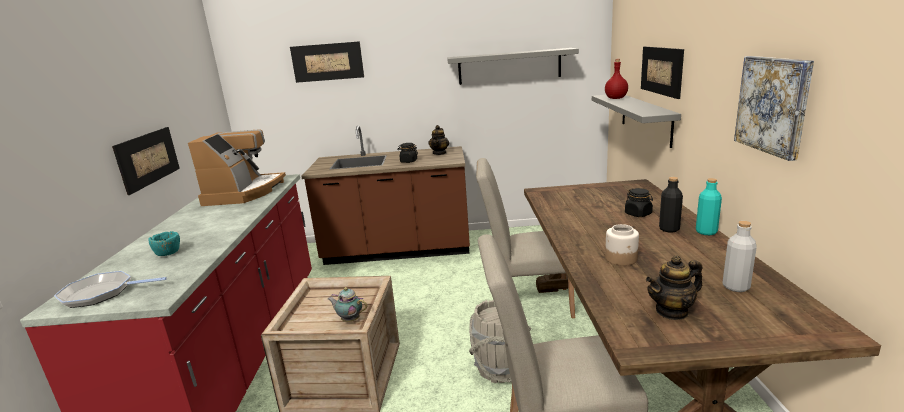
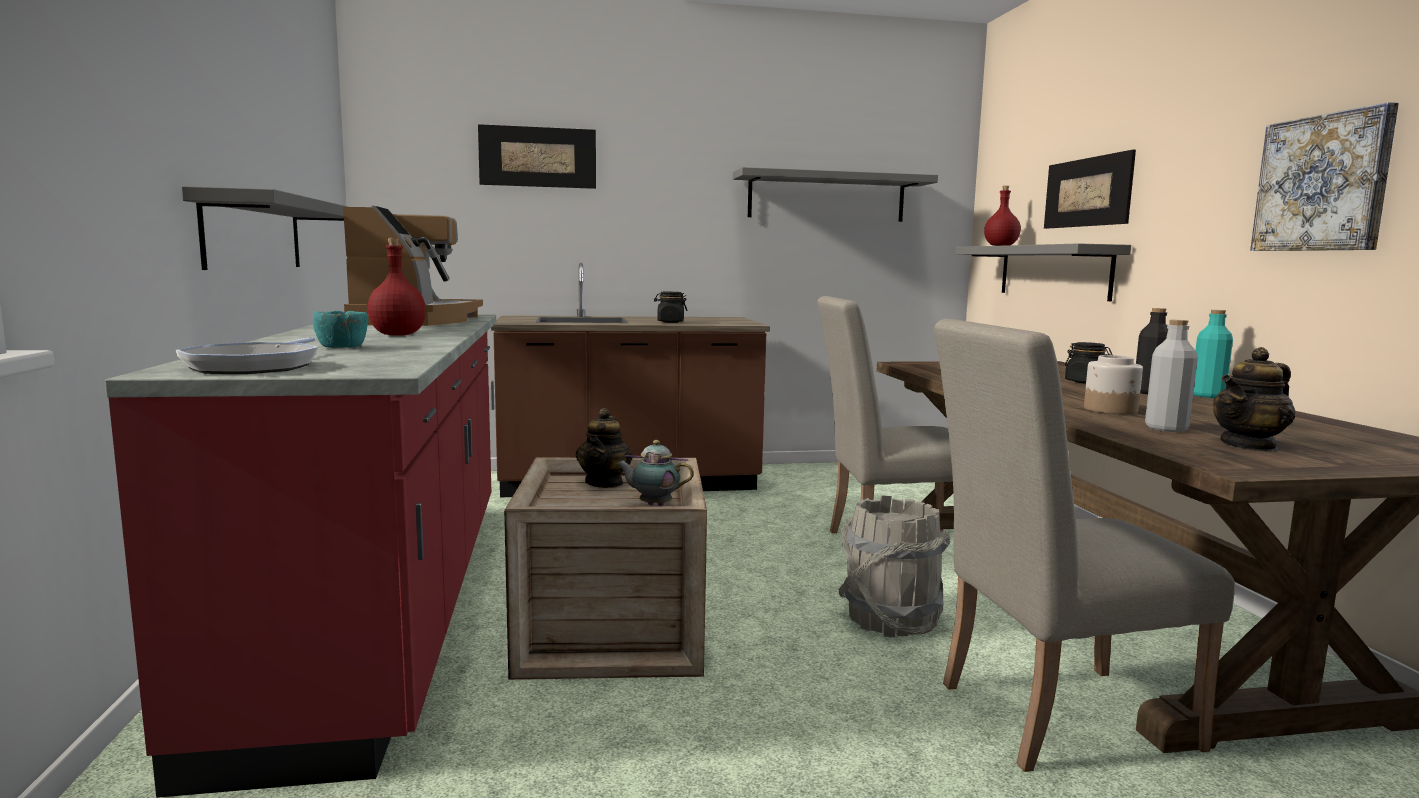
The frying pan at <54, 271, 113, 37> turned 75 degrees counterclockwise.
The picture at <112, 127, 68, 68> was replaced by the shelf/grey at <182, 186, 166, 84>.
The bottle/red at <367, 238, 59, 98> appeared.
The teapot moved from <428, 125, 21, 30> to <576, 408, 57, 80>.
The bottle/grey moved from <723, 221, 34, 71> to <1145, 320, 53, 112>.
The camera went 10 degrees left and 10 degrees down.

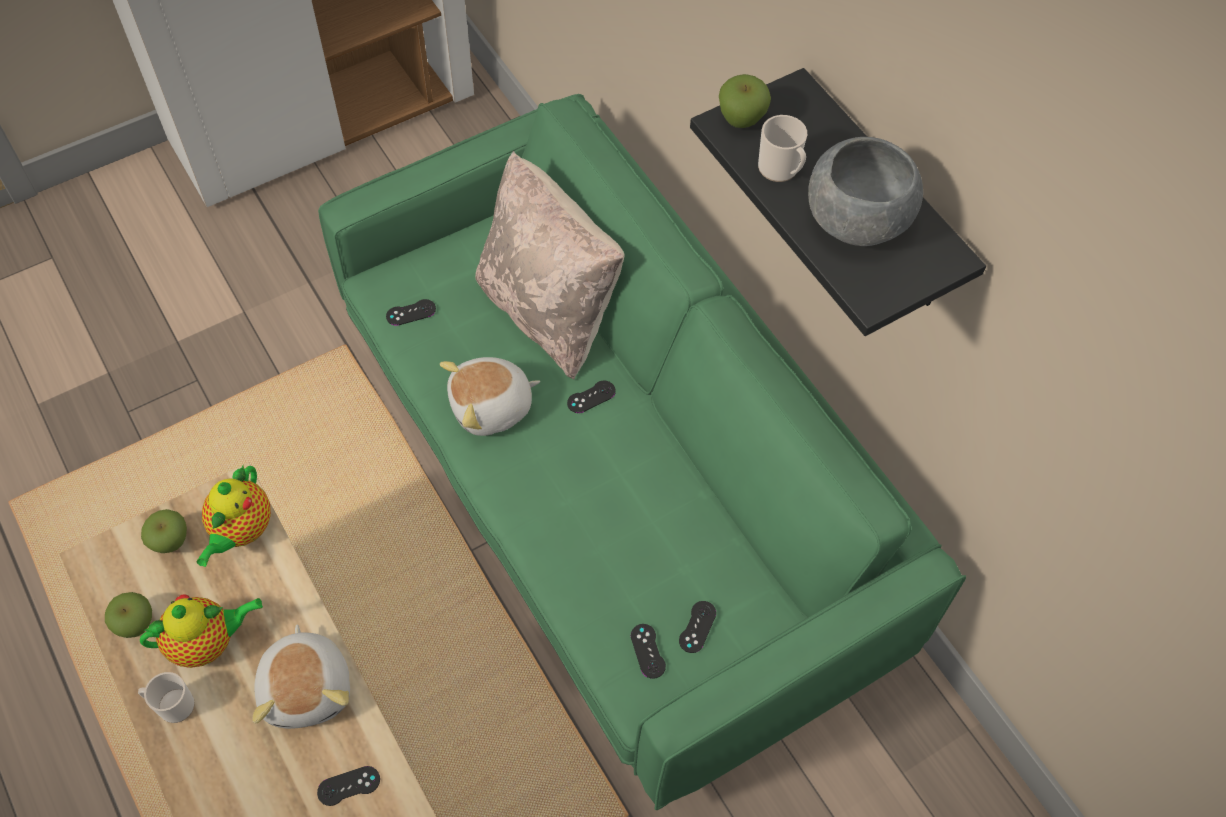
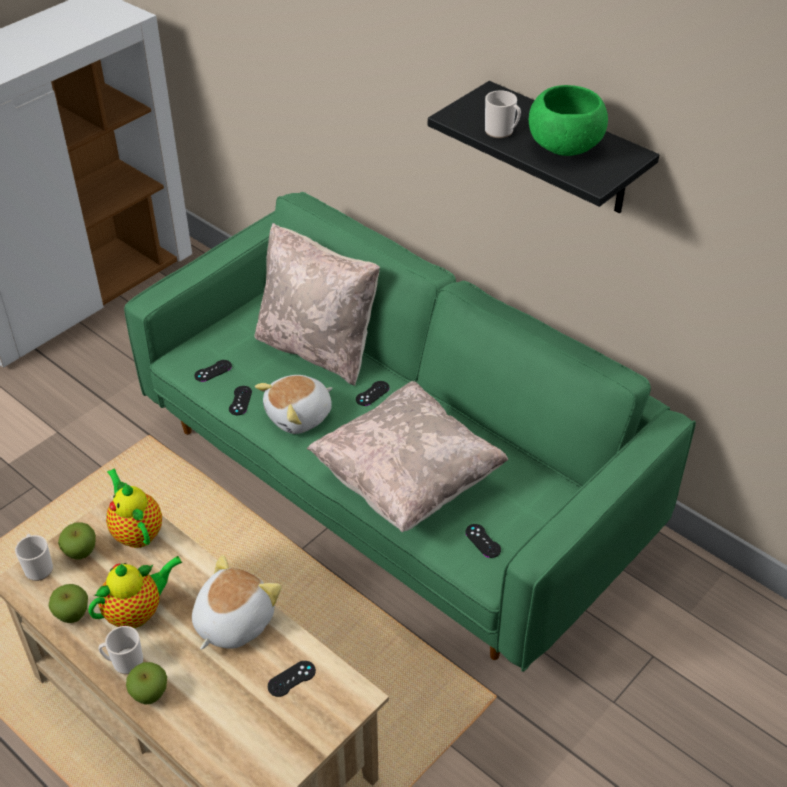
The mug at <15, 534, 38, 47> appeared.
The teapot at <197, 465, 74, 102> turned 150 degrees clockwise.
The apple moved from <719, 74, 52, 54> to <126, 662, 41, 43>.
The plush toy at <253, 624, 97, 105> turned 120 degrees counterclockwise.
The game controller/black moved from <679, 601, 37, 52> to <229, 386, 23, 29>.
The pillow/beige at <307, 381, 201, 152> appeared.
The bowl/grey at <808, 137, 115, 109> became the bowl/green at <529, 85, 79, 71>.
The camera went 15 degrees left and 15 degrees down.

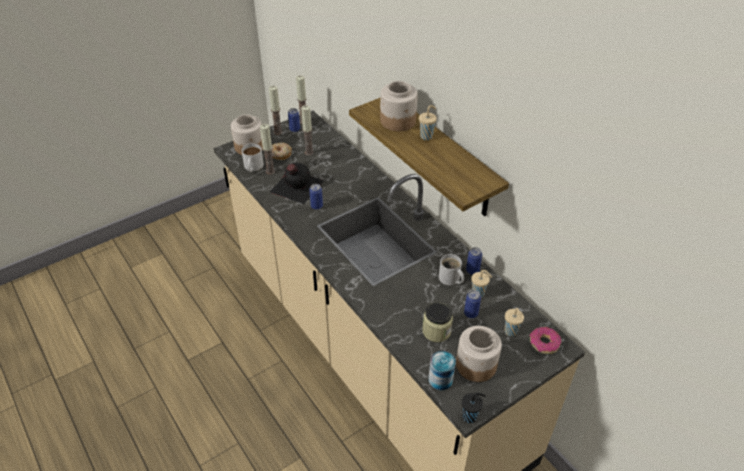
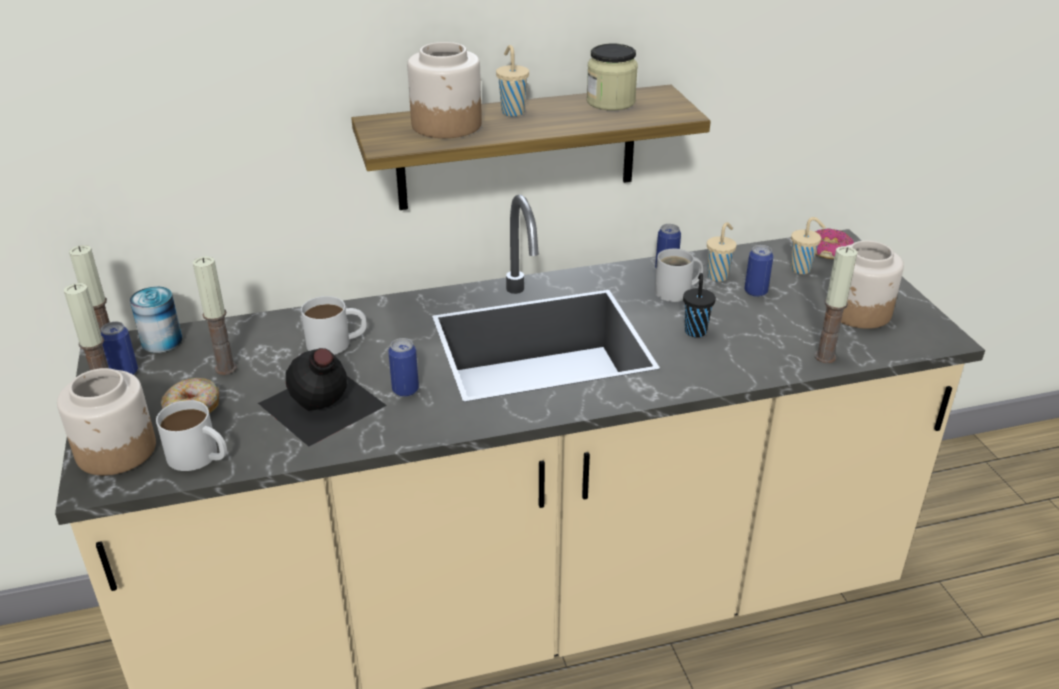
The can moved from <428, 351, 28, 39> to <130, 287, 52, 66>.
The mug/white at <301, 296, 66, 59> appeared.
The jar moved from <422, 302, 31, 40> to <587, 44, 51, 67>.
The cup/black moved from <462, 392, 24, 31> to <683, 273, 33, 64>.
The candle moved from <260, 124, 15, 51> to <815, 246, 43, 117>.
The camera went 70 degrees left and 10 degrees down.

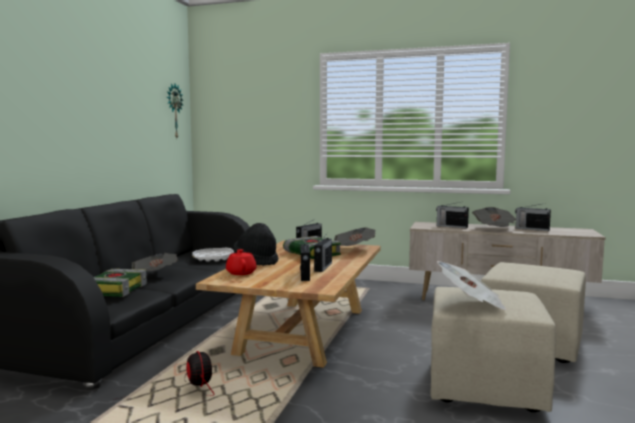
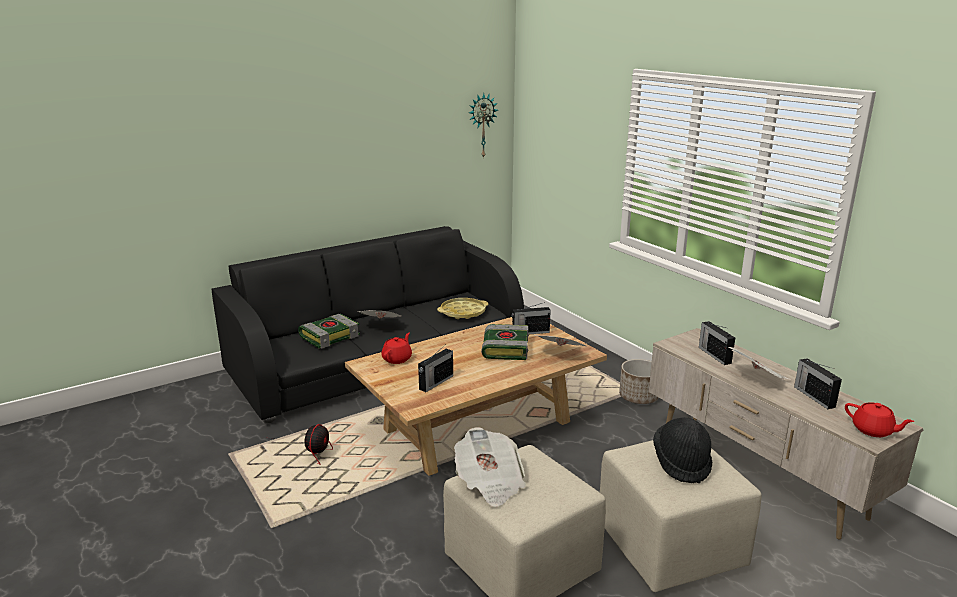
The tray/white at <192, 248, 43, 14> became the tray/yellow at <437, 298, 52, 21>.
The planter at <619, 359, 40, 45> appeared.
The hat/black moved from <233, 223, 45, 43> to <653, 417, 59, 66>.
The teapot/red at <845, 402, 70, 35> appeared.
The radio at <314, 233, 18, 39> disappeared.
The camera went 40 degrees right and 15 degrees up.

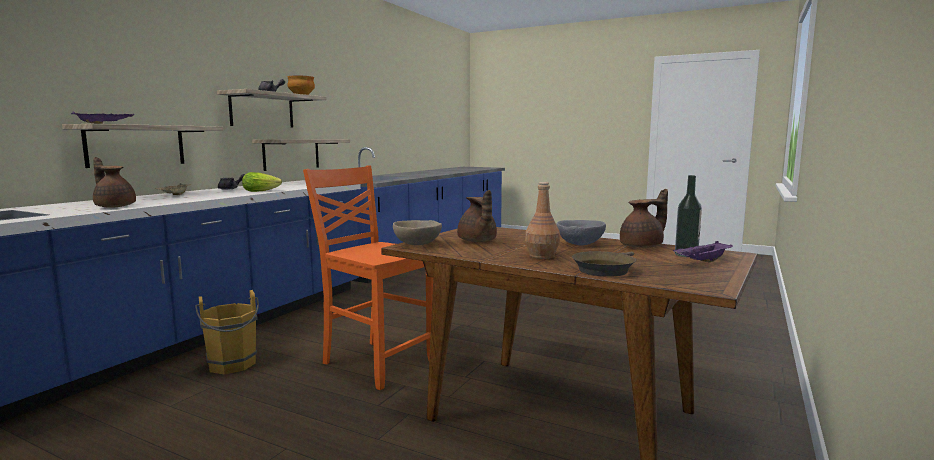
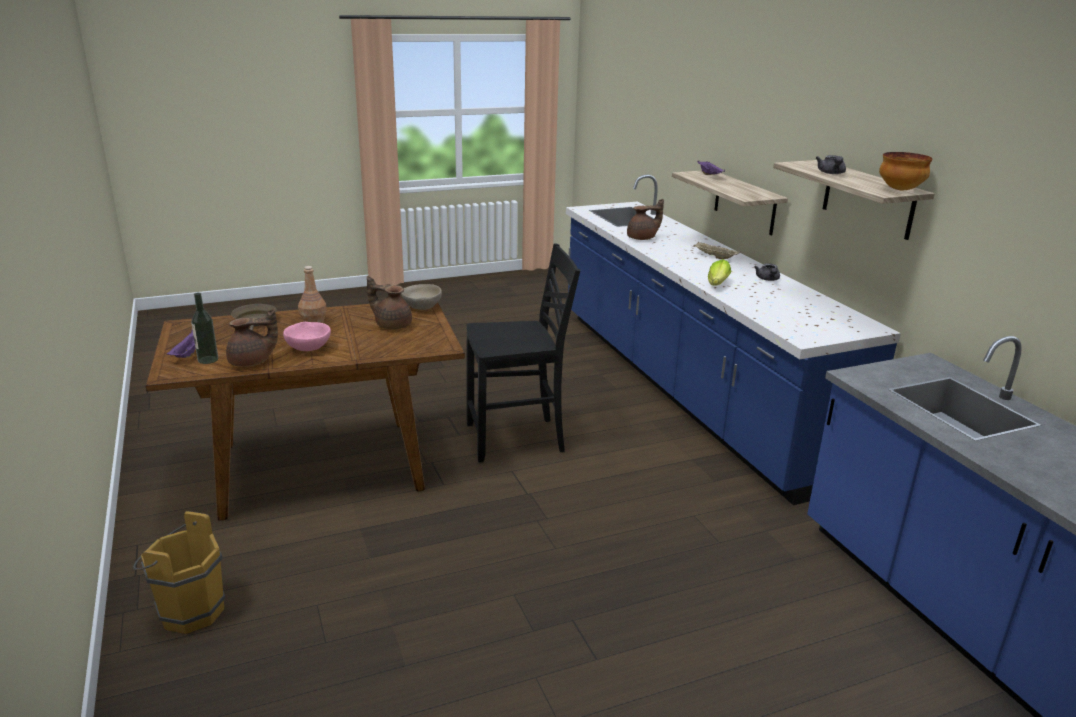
The bucket/brown moved from <195, 290, 64, 84> to <133, 511, 92, 123>.
The teapot/brown at <620, 189, 48, 59> turned 120 degrees counterclockwise.
The bowl/grey at <556, 220, 50, 25> became the bowl/pink at <283, 322, 48, 29>.
The chair/orange at <303, 165, 130, 225> became the chair/black at <467, 243, 113, 220>.
The shelf at <252, 139, 98, 32> disappeared.
The camera went 130 degrees right and 15 degrees up.

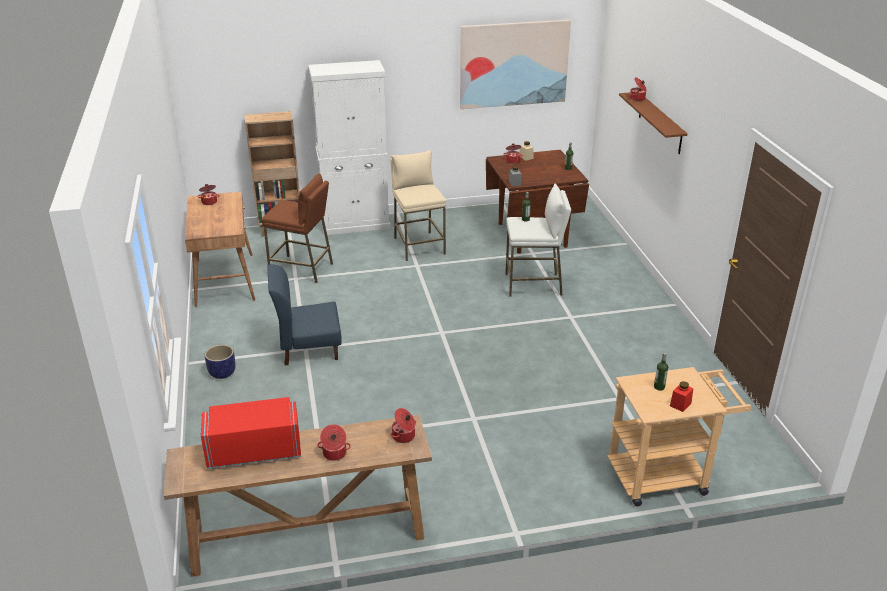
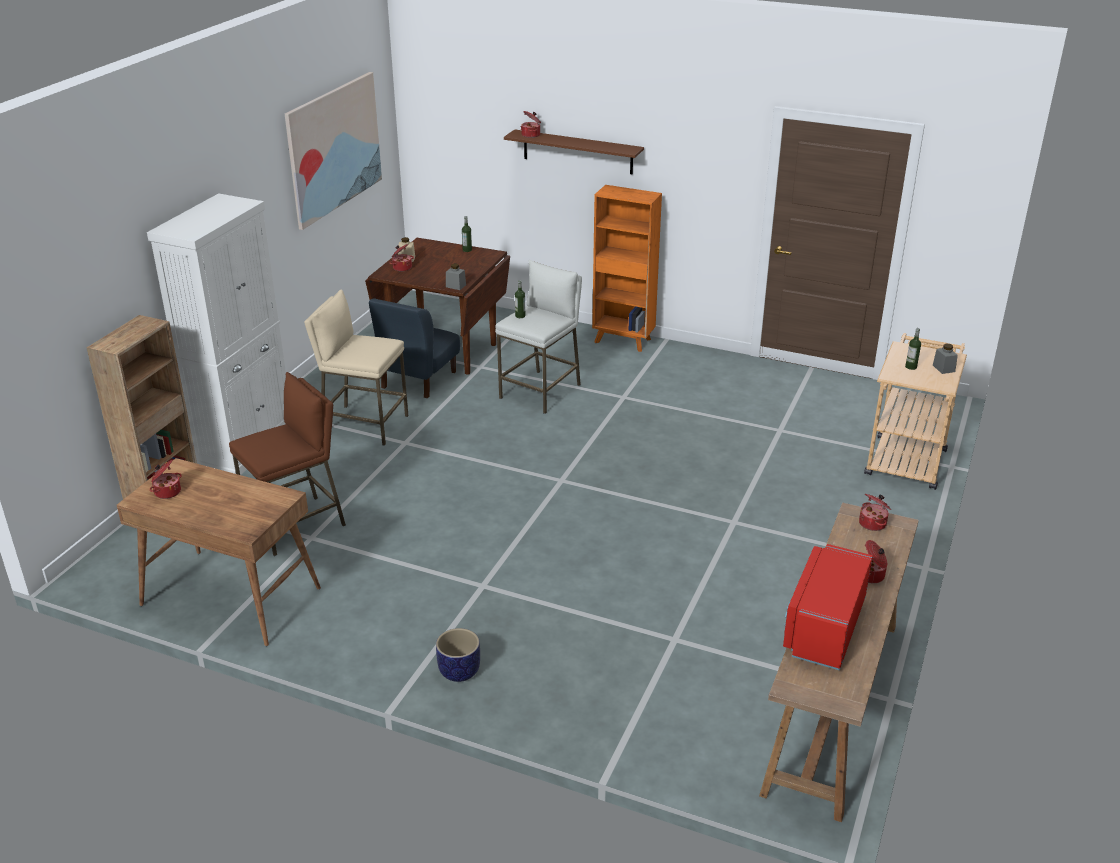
The chair/blue moved from <267, 264, 75, 102> to <369, 298, 91, 100>.
The bookcase/orange at <592, 185, 70, 167> appeared.
The jar/red at <670, 381, 23, 31> became the jar/grey at <933, 344, 25, 30>.
The camera went 55 degrees left and 0 degrees up.

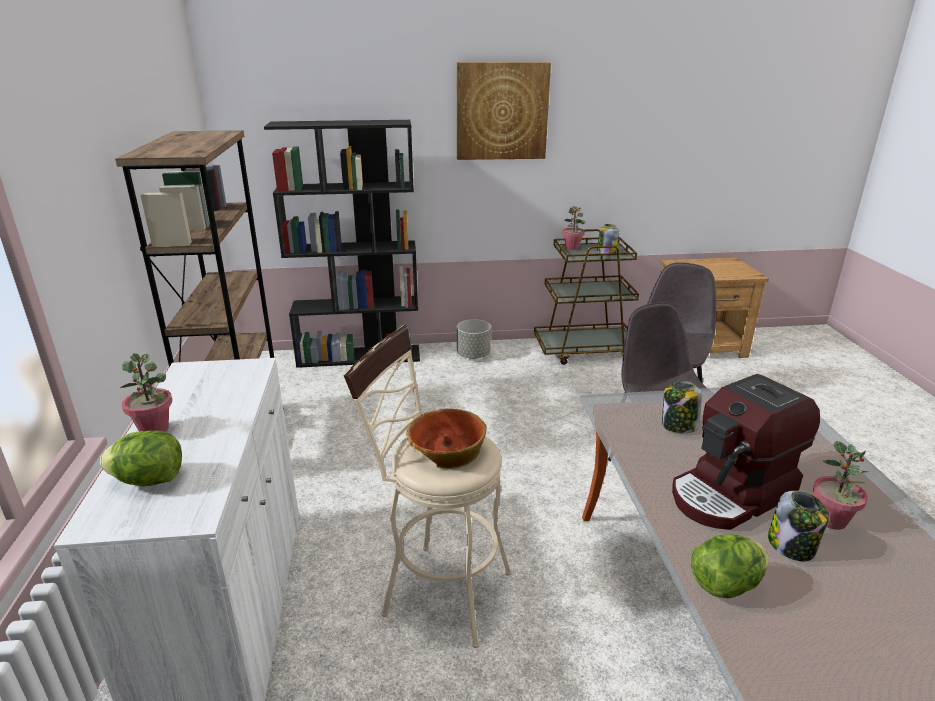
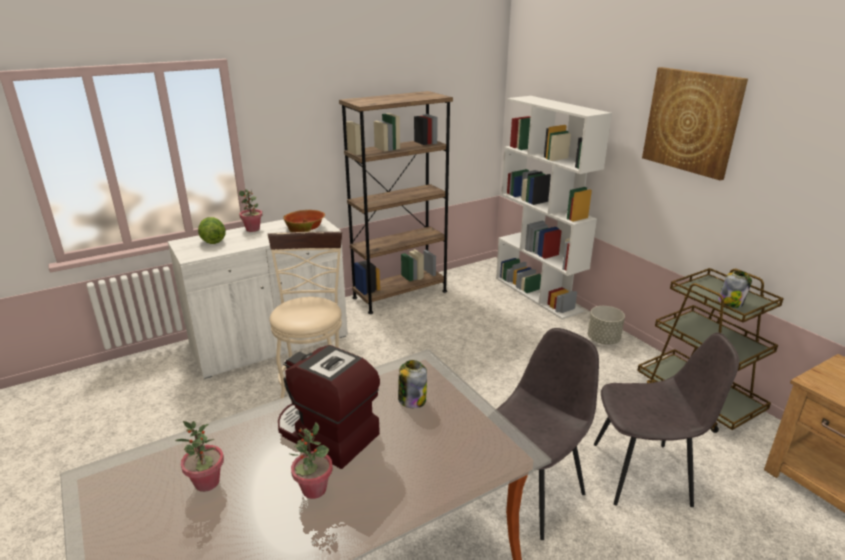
The potted plant moved from <562, 206, 24, 44> to <175, 421, 49, 71>.
The bowl moved from <406, 409, 81, 60> to <283, 210, 42, 22>.
The bookcase/black at <264, 120, 156, 248> became the bookcase/white at <496, 96, 116, 223>.
The lettuce at <691, 534, 78, 64> disappeared.
The jar at <768, 491, 61, 70> disappeared.
The camera went 65 degrees right and 0 degrees up.

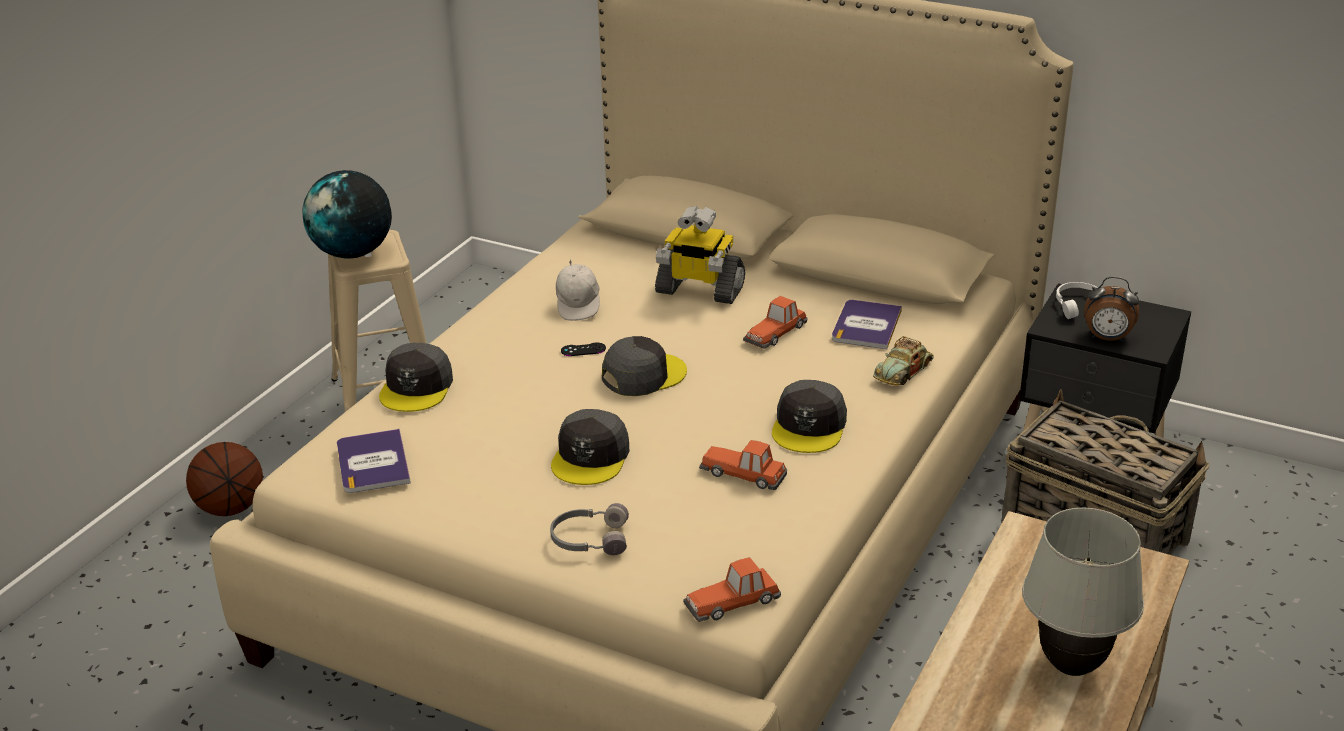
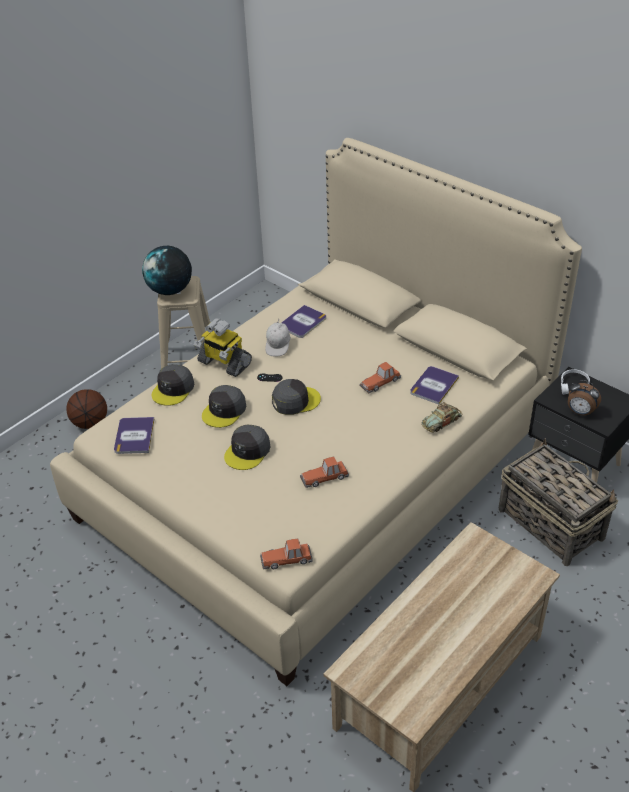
The toy robot moved from <655, 206, 90, 98> to <194, 318, 58, 59>.
The cap/grey moved from <772, 380, 75, 73> to <202, 385, 44, 43>.
The book at <281, 305, 45, 33> appeared.
The toy car at <699, 440, 88, 50> turned 60 degrees counterclockwise.
The headphones/grey at <550, 503, 79, 52> disappeared.
The table lamp/white at <1022, 508, 122, 168> disappeared.
The camera went 15 degrees right and 10 degrees up.

